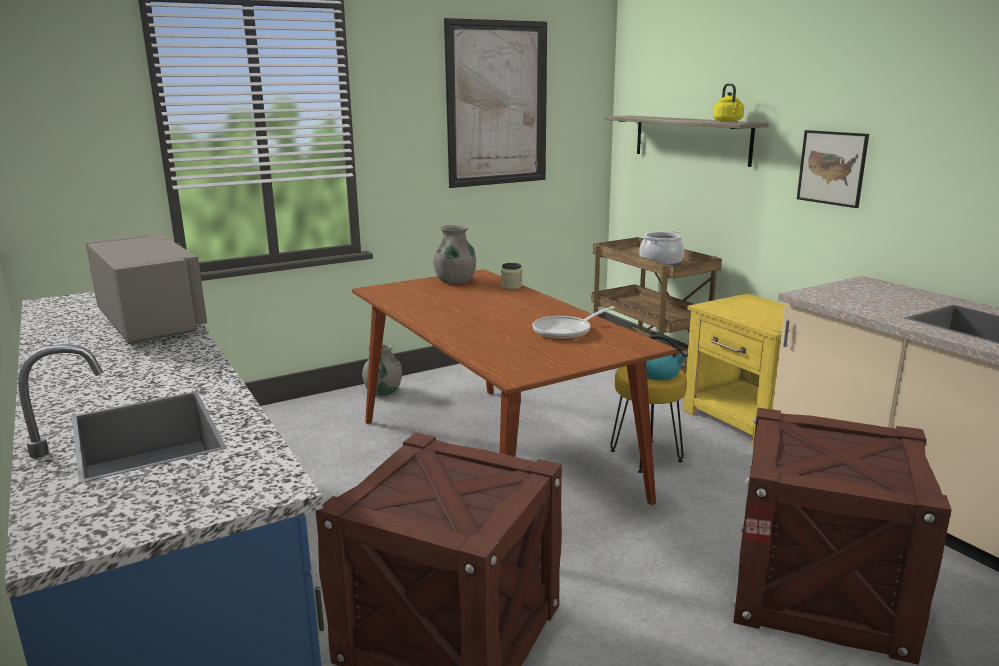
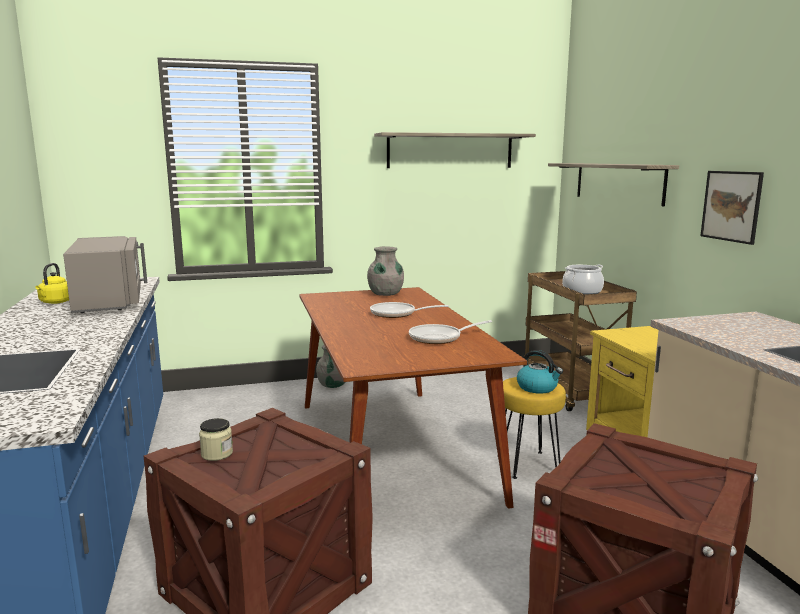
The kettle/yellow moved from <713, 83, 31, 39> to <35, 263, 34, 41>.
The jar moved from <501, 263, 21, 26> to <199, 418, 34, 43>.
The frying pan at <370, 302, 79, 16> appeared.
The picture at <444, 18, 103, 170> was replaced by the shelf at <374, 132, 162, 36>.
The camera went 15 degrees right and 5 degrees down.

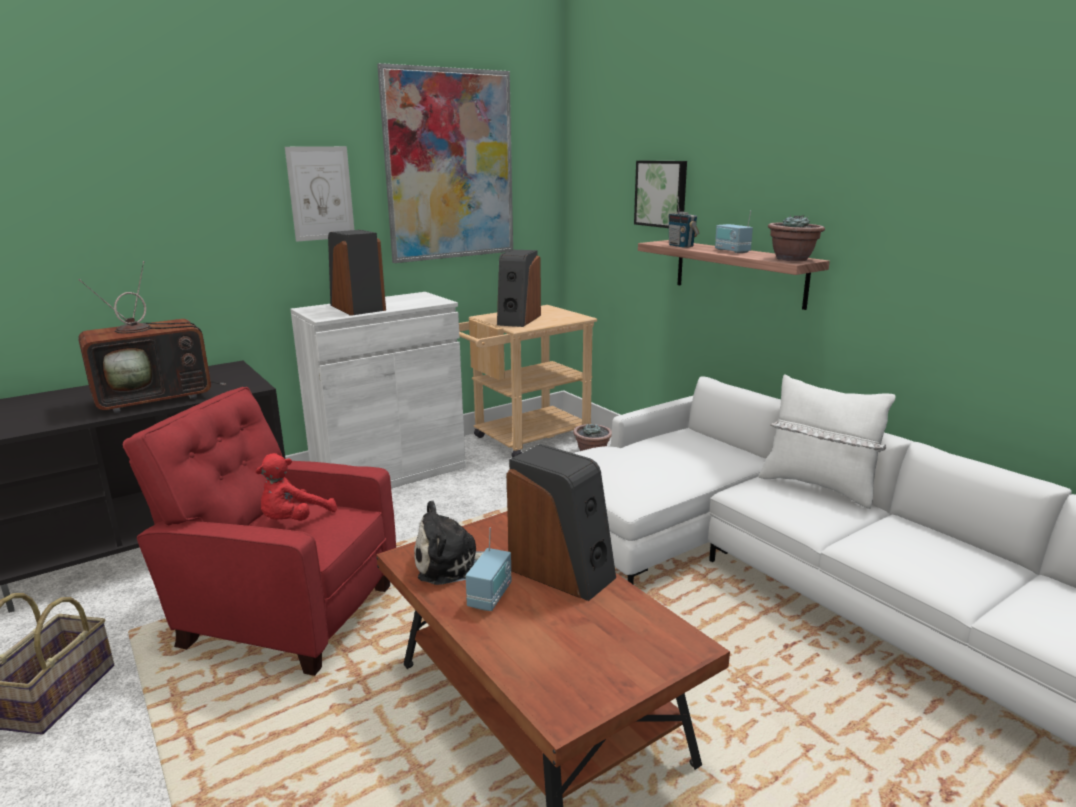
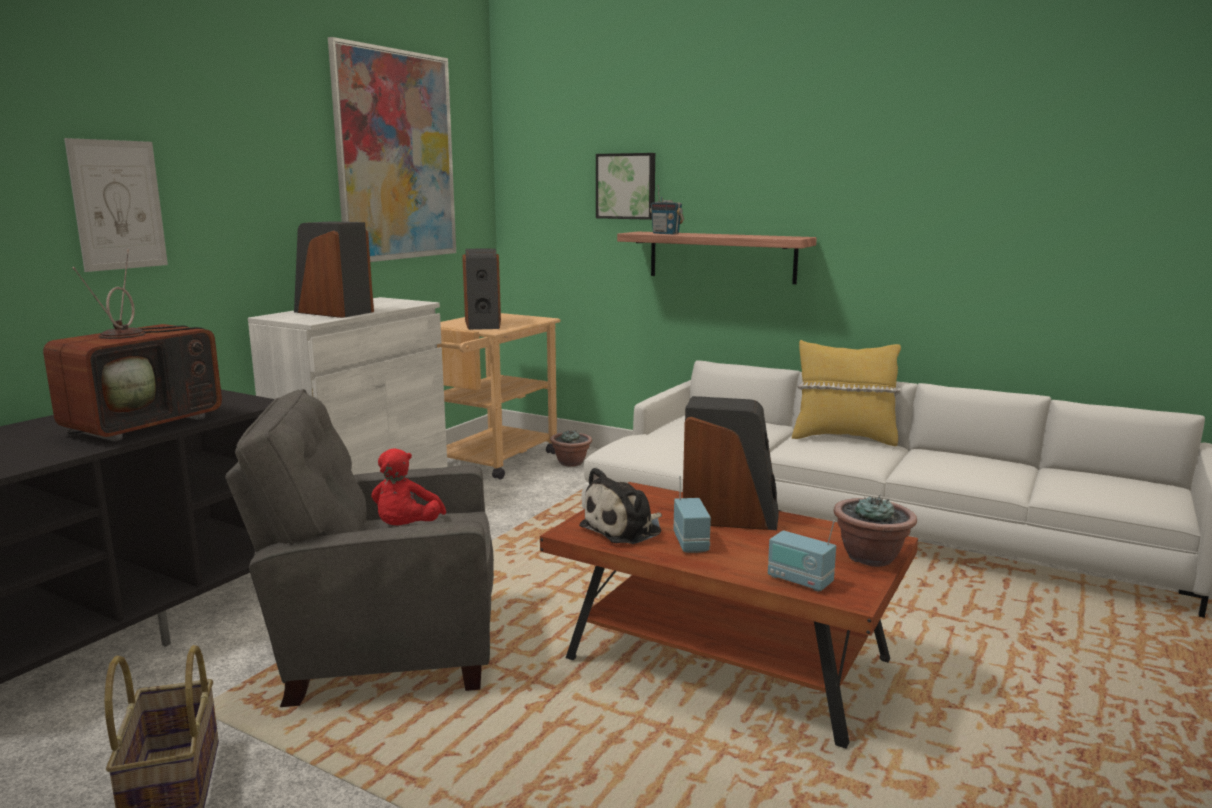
The picture moved from <285, 146, 69, 96> to <64, 138, 104, 134>.
The armchair/red at <123, 387, 273, 289> became the armchair/grey at <225, 389, 269, 318>.
The radio moved from <715, 210, 38, 43> to <768, 520, 68, 72>.
The pillow/white at <759, 374, 137, 135> became the pillow/yellow at <792, 340, 109, 106>.
The potted plant moved from <768, 215, 57, 46> to <834, 495, 83, 72>.
The camera went 25 degrees left and 5 degrees down.

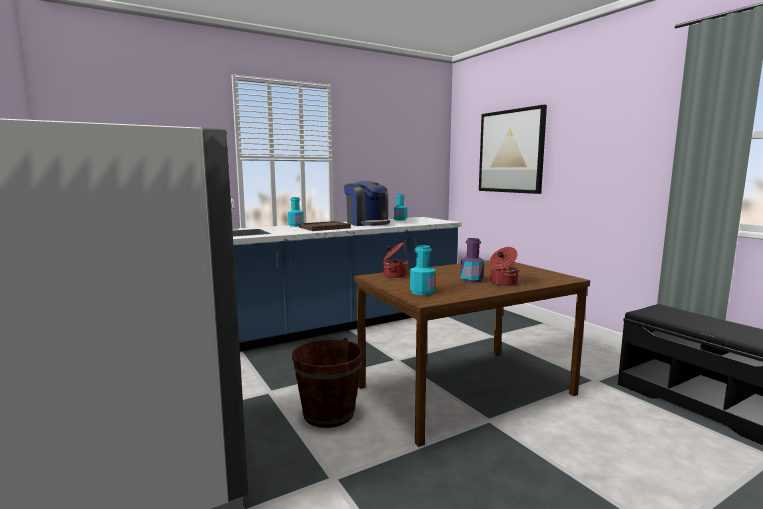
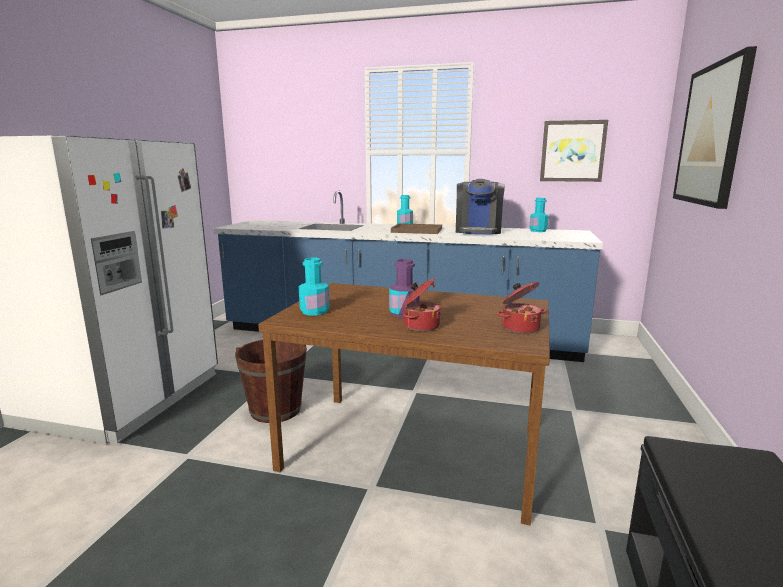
The cooking pot moved from <383, 242, 25, 36> to <497, 282, 49, 52>.
The picture at <540, 120, 68, 62> appeared.
The camera went 45 degrees right and 5 degrees up.

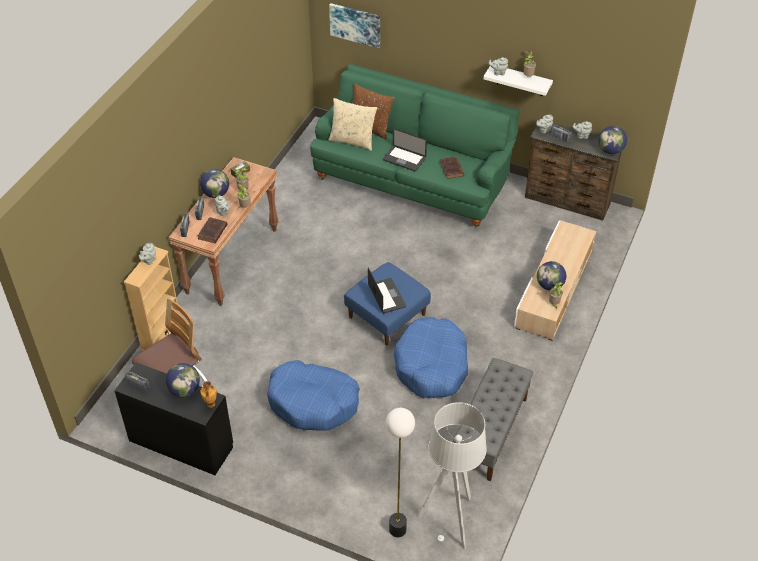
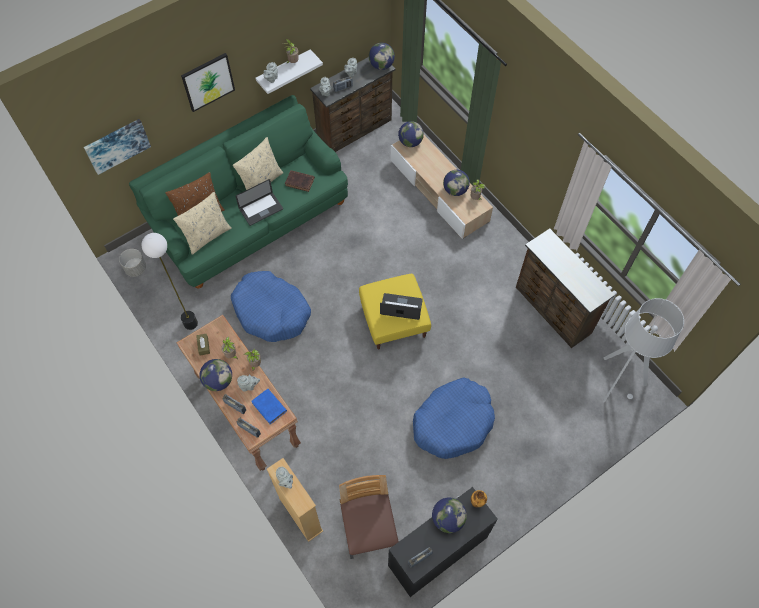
The planter/grey at <119, 249, 27, 28> appeared.
The floor lamp moved from <386, 408, 29, 129> to <142, 233, 56, 97>.
The picture at <181, 53, 54, 59> appeared.
The dog bed/blue moved from <394, 317, 74, 81> to <231, 271, 80, 71>.
The pillow/beige at <233, 137, 51, 53> appeared.
The book/brown at <198, 217, 30, 26> became the book/blue at <251, 389, 36, 35>.
The ottoman/blue at <344, 262, 87, 84> became the ottoman/yellow at <359, 274, 72, 76>.
The globe at <398, 121, 26, 26> appeared.
The bench/grey at <453, 358, 80, 123> was replaced by the dresser/brown at <516, 228, 99, 120>.
The camera went 60 degrees left and 15 degrees up.

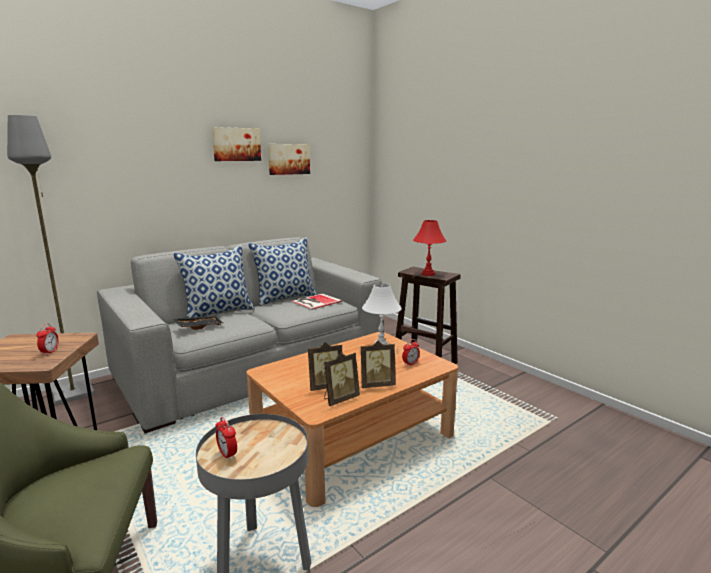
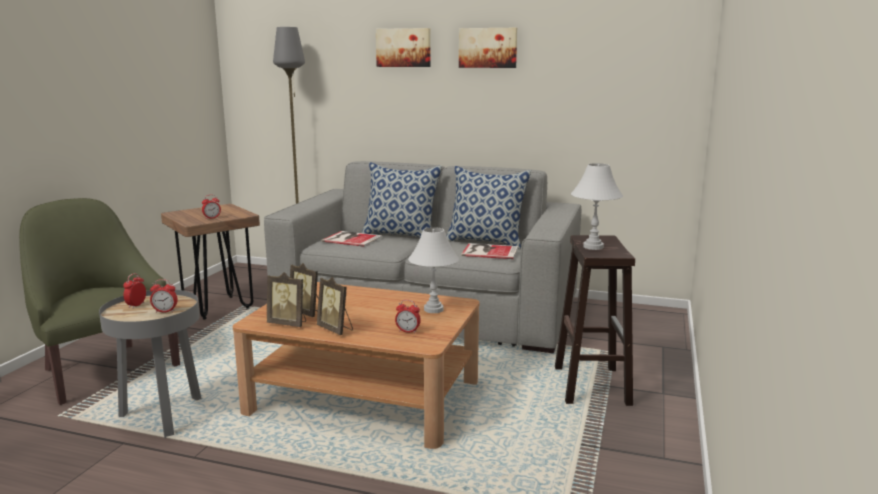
The alarm clock at <150, 279, 28, 34> appeared.
The tray/black at <173, 316, 51, 14> was replaced by the book at <321, 231, 62, 16>.
The picture moved from <268, 144, 42, 31> to <376, 28, 55, 39>.
The table lamp/red at <413, 220, 33, 56> became the table lamp/white at <571, 163, 52, 87>.
The camera went 55 degrees right and 0 degrees up.

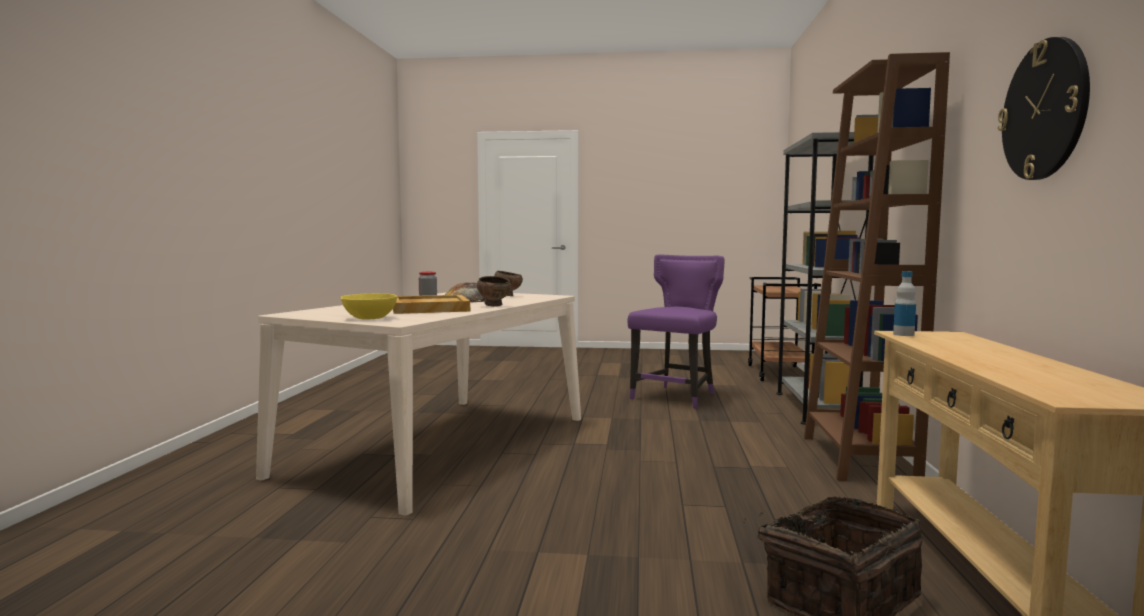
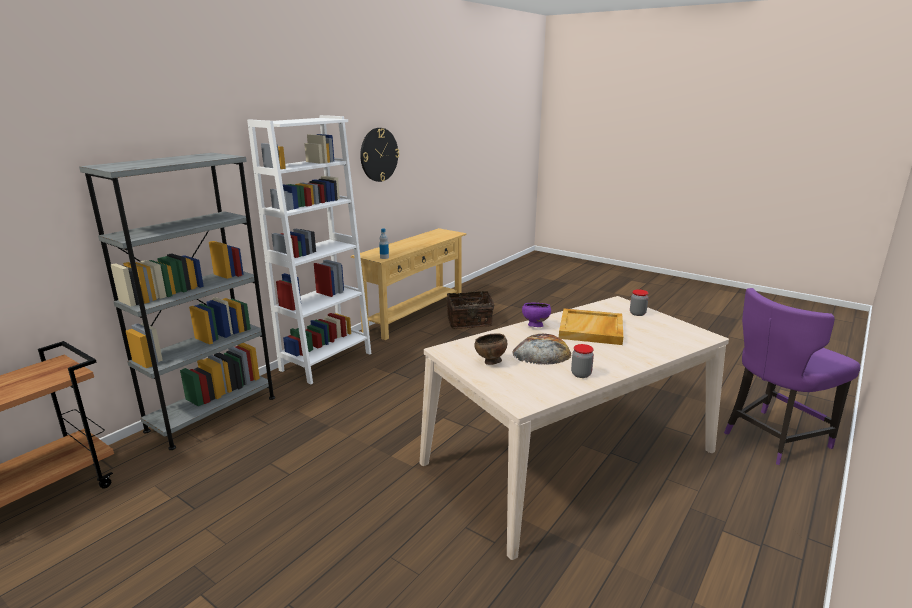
The bookcase/brown at <804, 52, 146, 429> became the bookcase/white at <247, 115, 124, 269>.
The bowl/brown at <477, 276, 34, 31> became the bowl/purple at <522, 302, 29, 25>.
The bowl/yellow at <341, 293, 56, 26> was replaced by the jar at <630, 289, 18, 27>.
The chair/purple moved from <628, 255, 97, 154> to <724, 288, 136, 177>.
The camera went 150 degrees left and 15 degrees up.

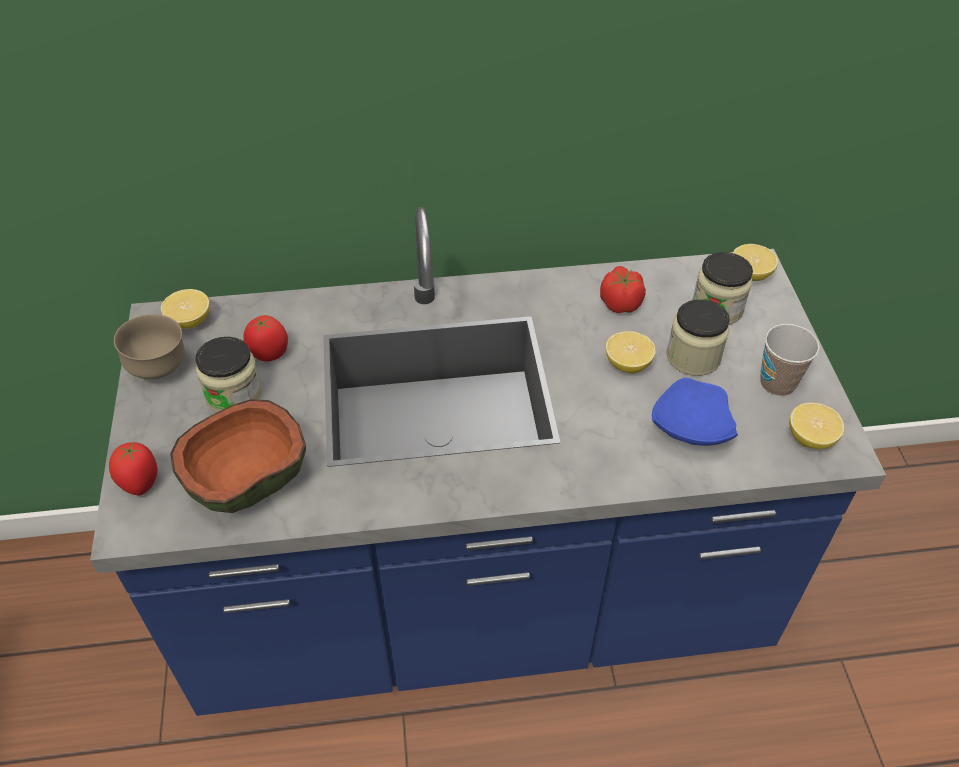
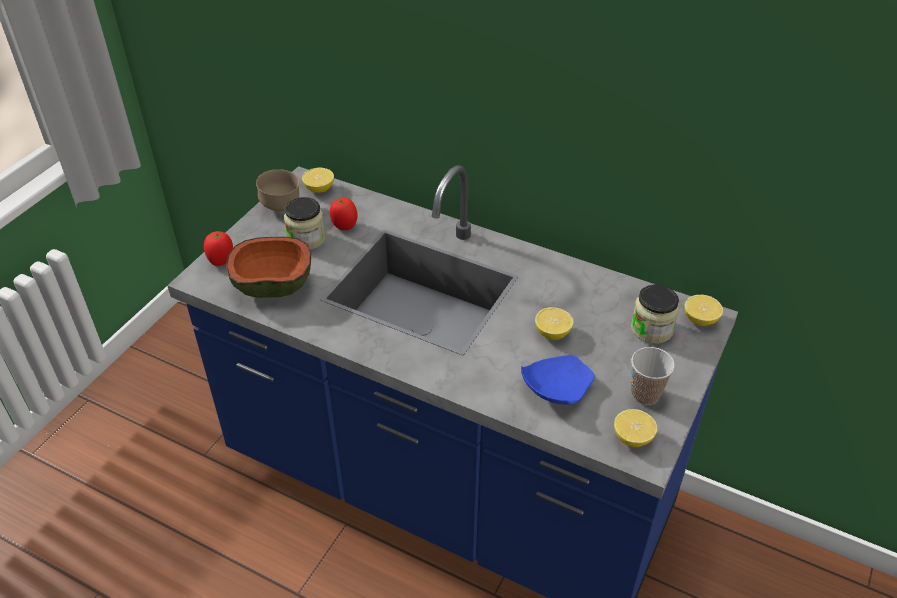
The tomato at <600, 266, 46, 48> disappeared.
The jar at <666, 299, 64, 77> disappeared.
The camera went 35 degrees right and 5 degrees down.

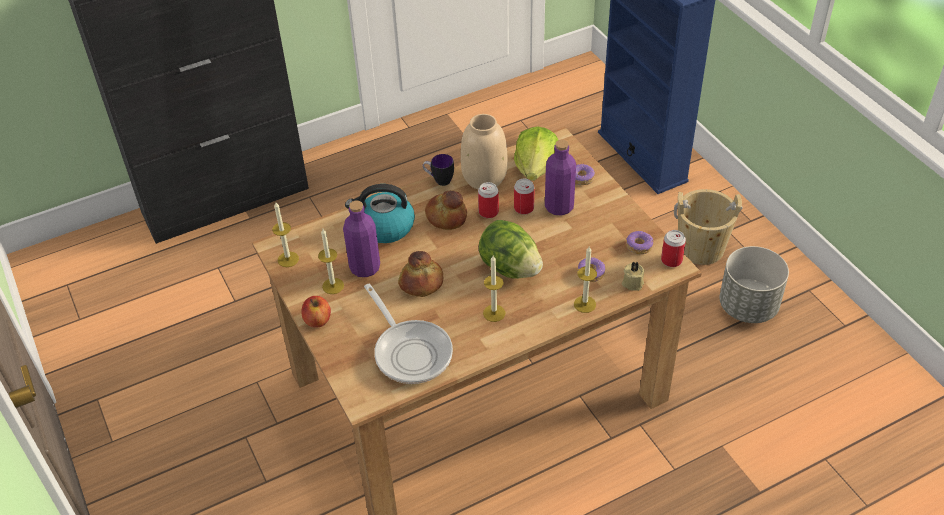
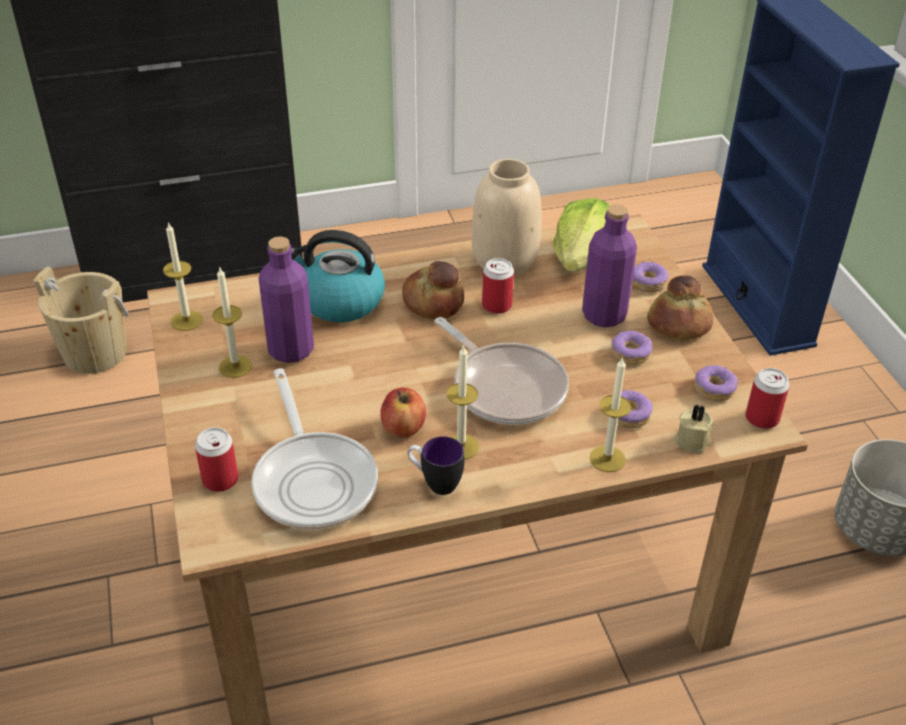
The bucket/beige moved from <674, 189, 68, 76> to <33, 267, 96, 107>.
The can moved from <514, 179, 21, 36> to <195, 427, 43, 65>.
The apple moved from <301, 296, 30, 32> to <380, 388, 46, 50>.
The mug moved from <423, 154, 31, 32> to <408, 436, 56, 59>.
The lettuce at <479, 220, 64, 59> was replaced by the frying pan at <435, 317, 134, 108>.
The donut at <611, 331, 42, 34> appeared.
The bread moved from <398, 251, 45, 46> to <647, 275, 66, 66>.
The camera went 10 degrees right and 5 degrees down.

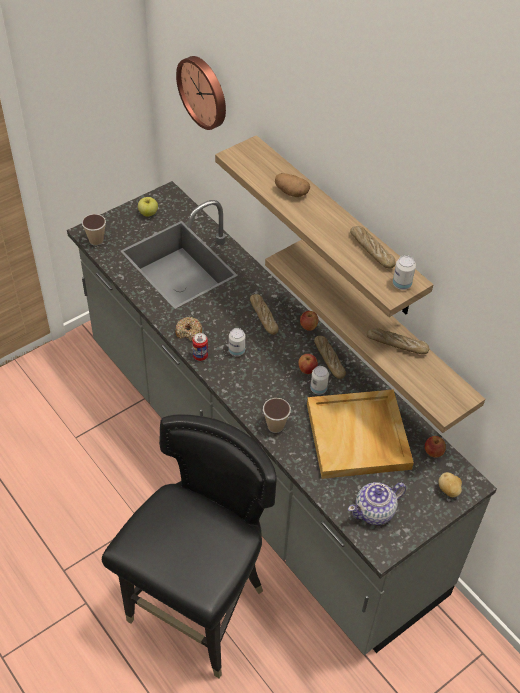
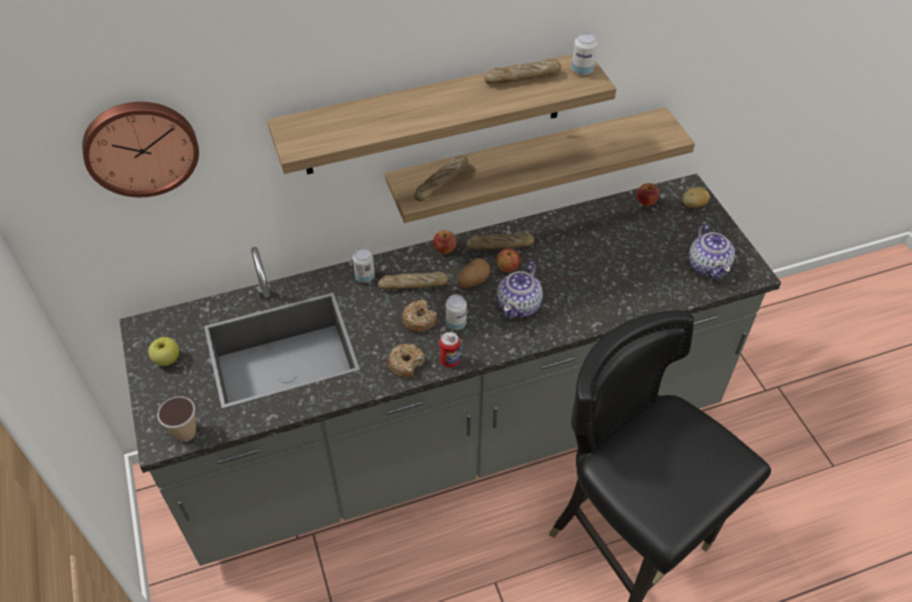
The can moved from <310, 366, 19, 29> to <353, 248, 22, 35>.
The donut at <402, 300, 35, 32> appeared.
The bread moved from <367, 328, 63, 26> to <414, 155, 54, 47>.
The potato moved from <275, 173, 35, 24> to <458, 258, 32, 30>.
The teapot at <497, 262, 46, 57> appeared.
The cup at <263, 398, 28, 35> disappeared.
The tray/beige at <307, 389, 107, 90> disappeared.
The camera went 70 degrees left and 0 degrees up.

